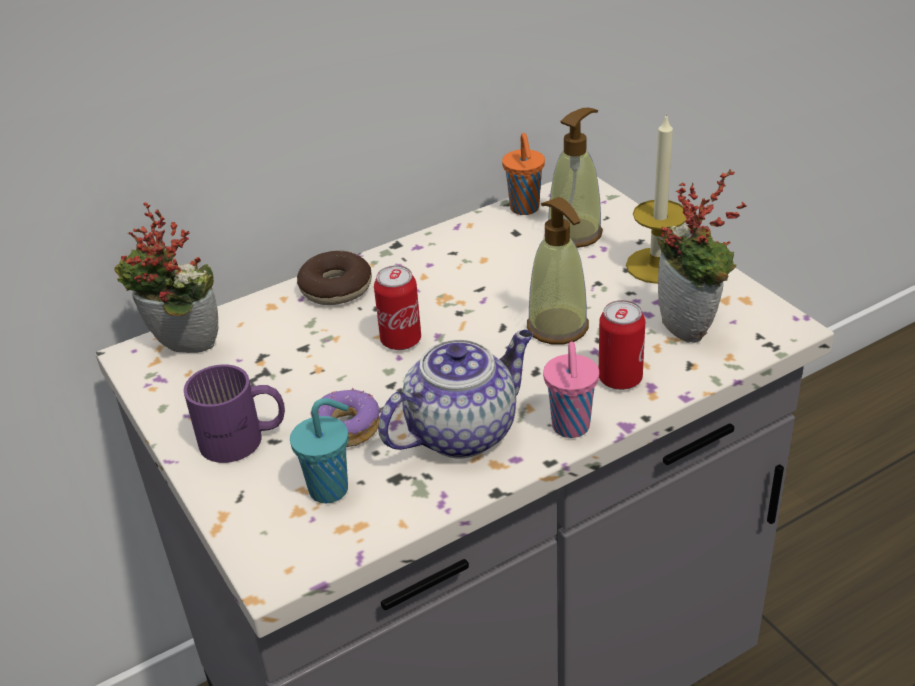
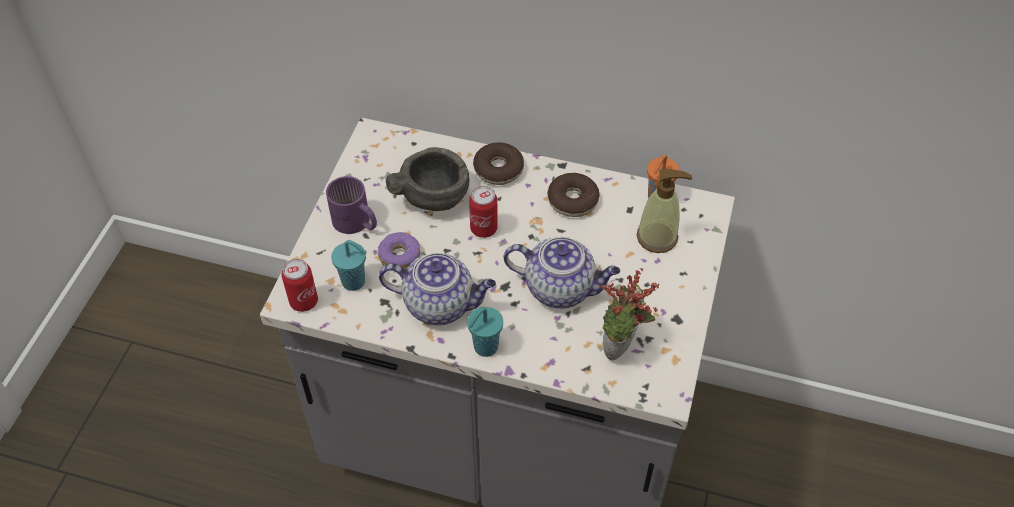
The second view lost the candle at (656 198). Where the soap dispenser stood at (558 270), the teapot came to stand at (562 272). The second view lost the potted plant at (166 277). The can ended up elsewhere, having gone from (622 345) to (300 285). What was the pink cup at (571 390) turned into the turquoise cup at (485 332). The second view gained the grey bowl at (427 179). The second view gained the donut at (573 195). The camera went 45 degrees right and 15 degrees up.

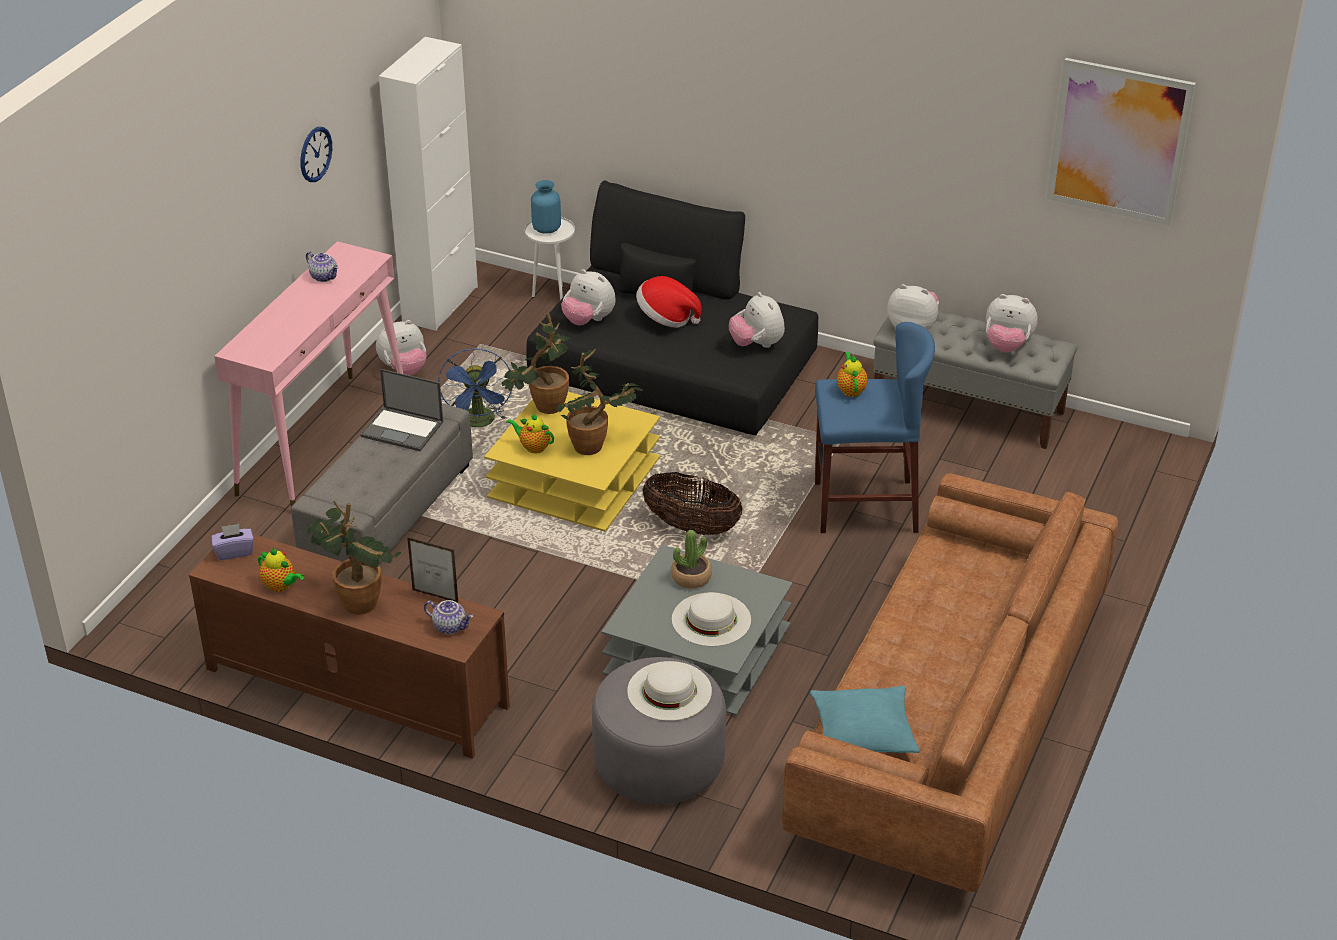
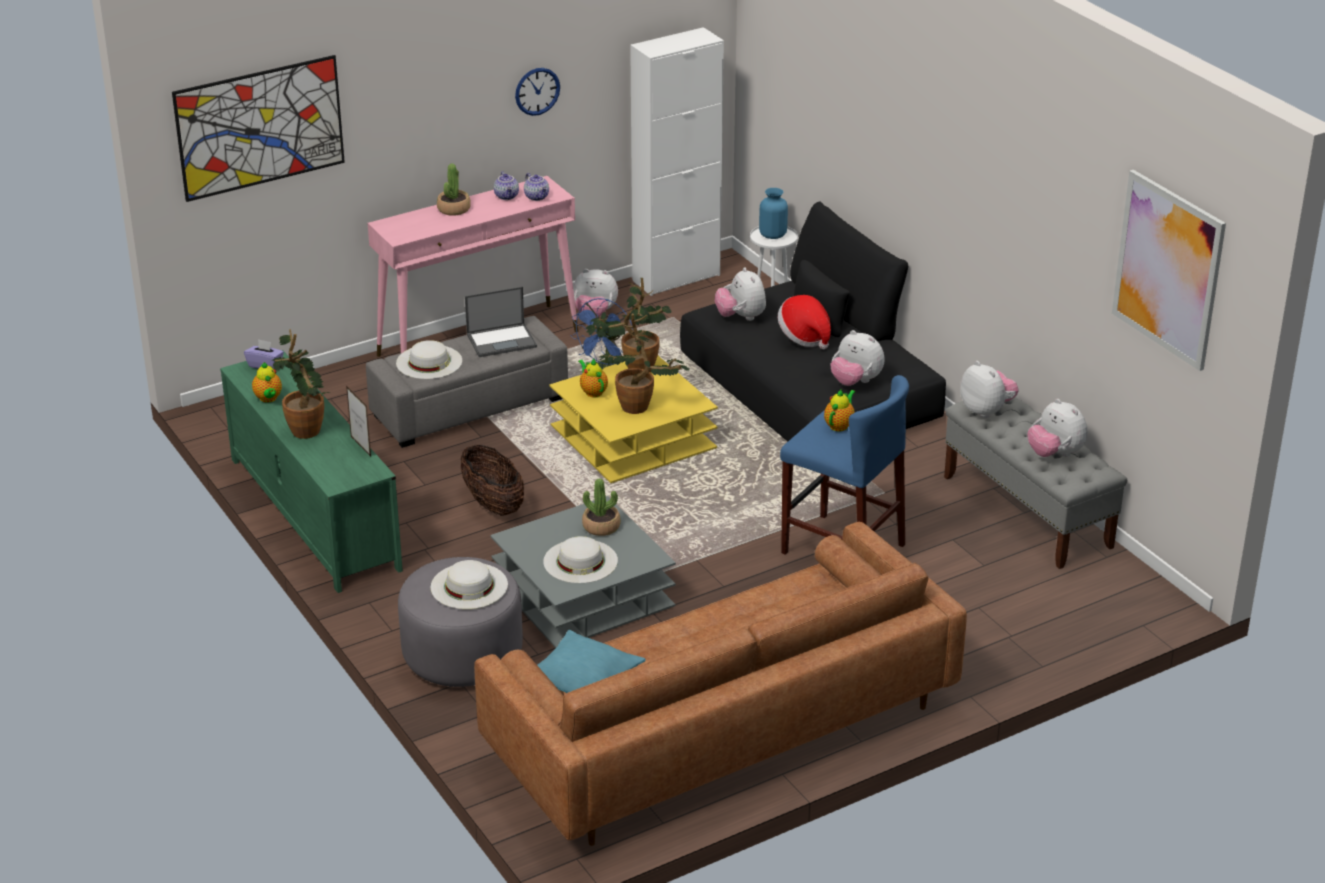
The plush toy at (757 320) ended up facing another way, 60 degrees counterclockwise from before. The laptop at (401 410) ended up facing another way, 75 degrees counterclockwise from before. The basket ended up elsewhere, having gone from (692 503) to (492 480). What was the brown tv stand at (349 646) turned into the green tv stand at (311 471). The teapot ended up elsewhere, having gone from (448 617) to (536 187). The second view gained the picture at (258 128). The second view gained the potted plant at (454 189). The second view gained the white hat at (429 359). The camera went 35 degrees right and 5 degrees down.

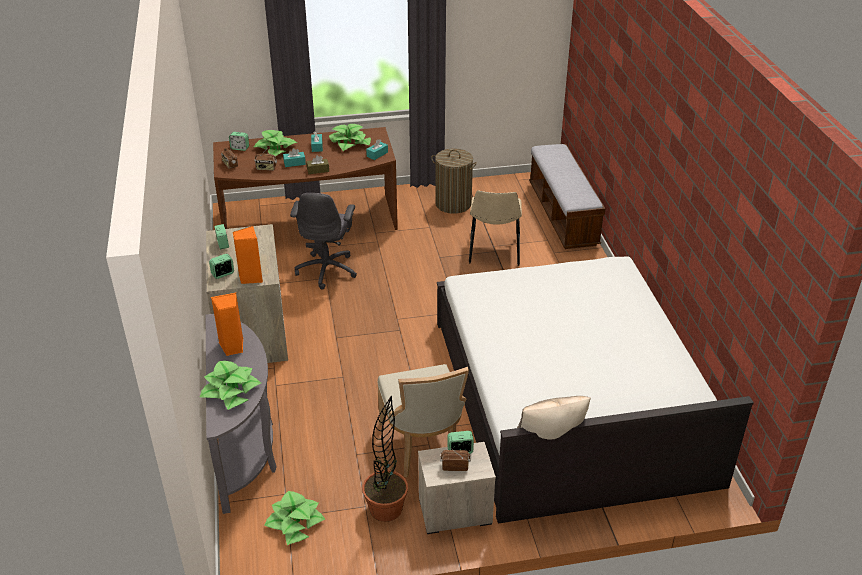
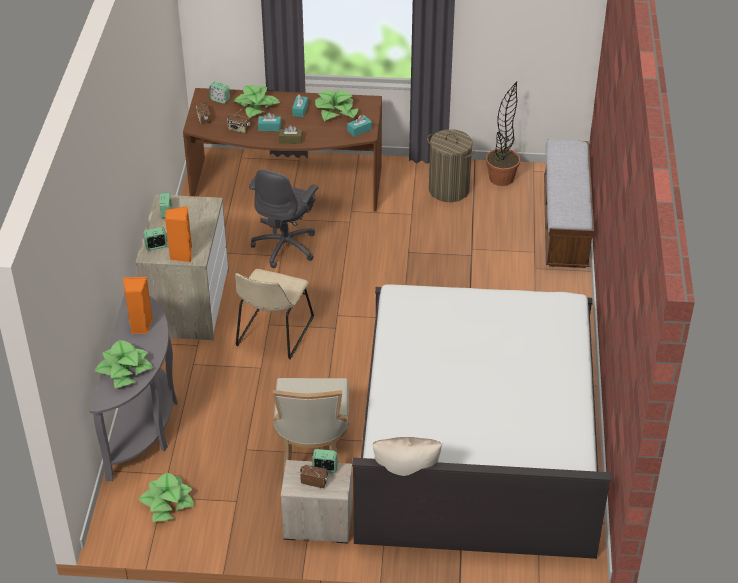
The beige chair ended up elsewhere, having gone from (495 228) to (274 314). The potted plant ended up elsewhere, having gone from (385 459) to (503 134). The camera went 15 degrees right and 5 degrees up.

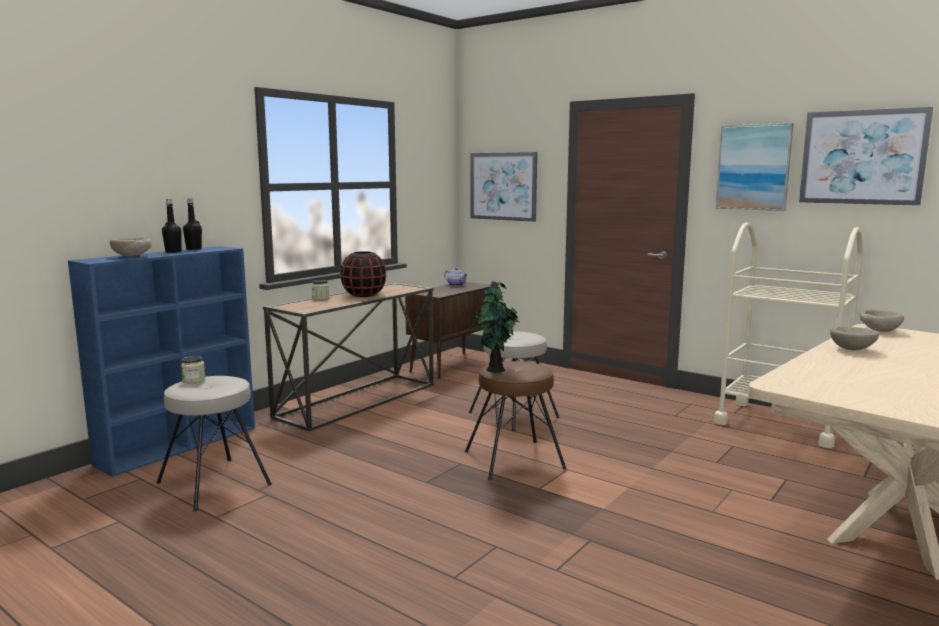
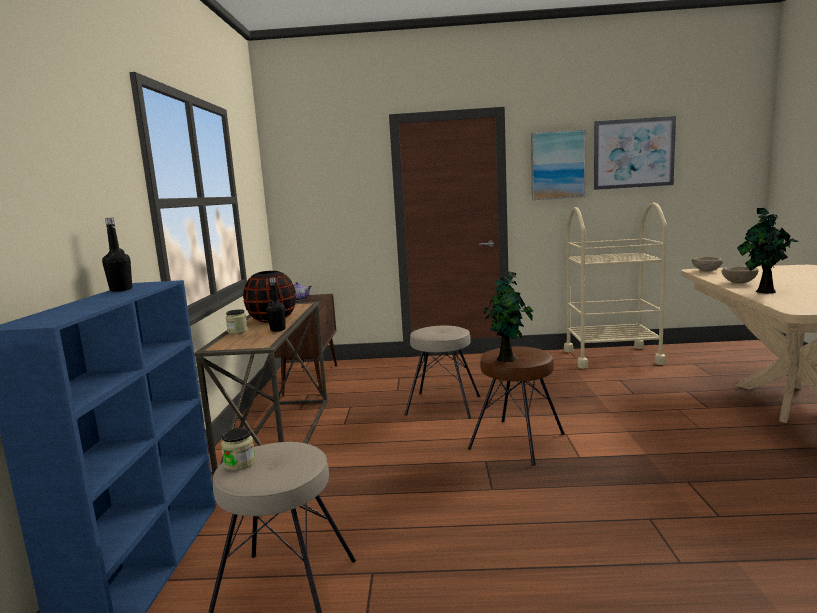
The second view lost the picture at (504 187). The black bottle ended up elsewhere, having gone from (172 226) to (276 304). The second view lost the beige bowl at (130 247). The second view gained the potted plant at (768 251). The camera went 35 degrees left and 0 degrees up.

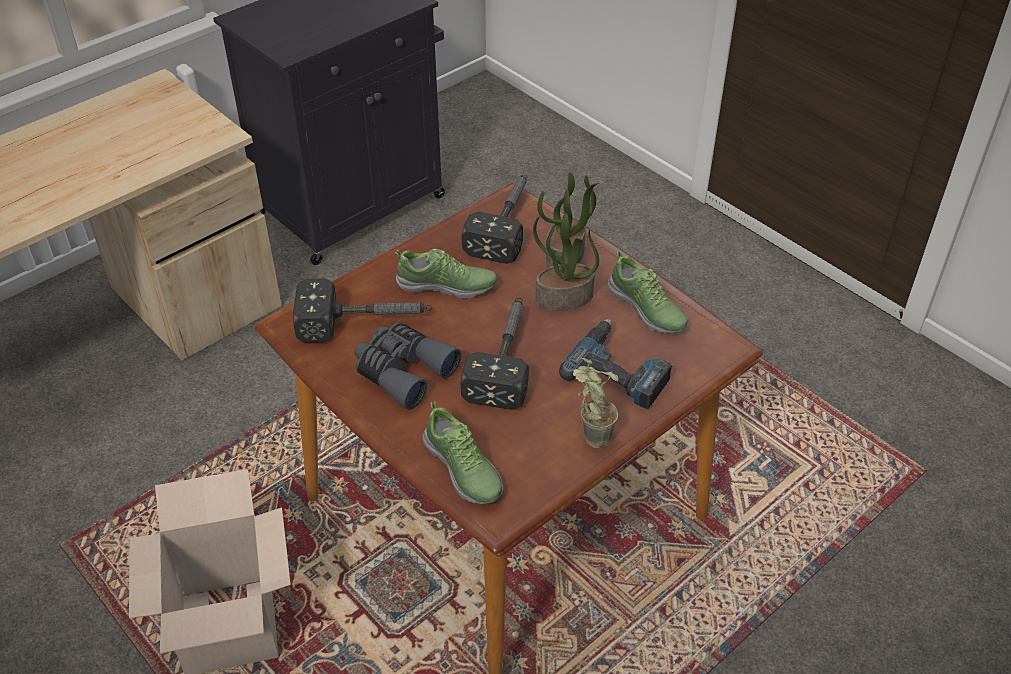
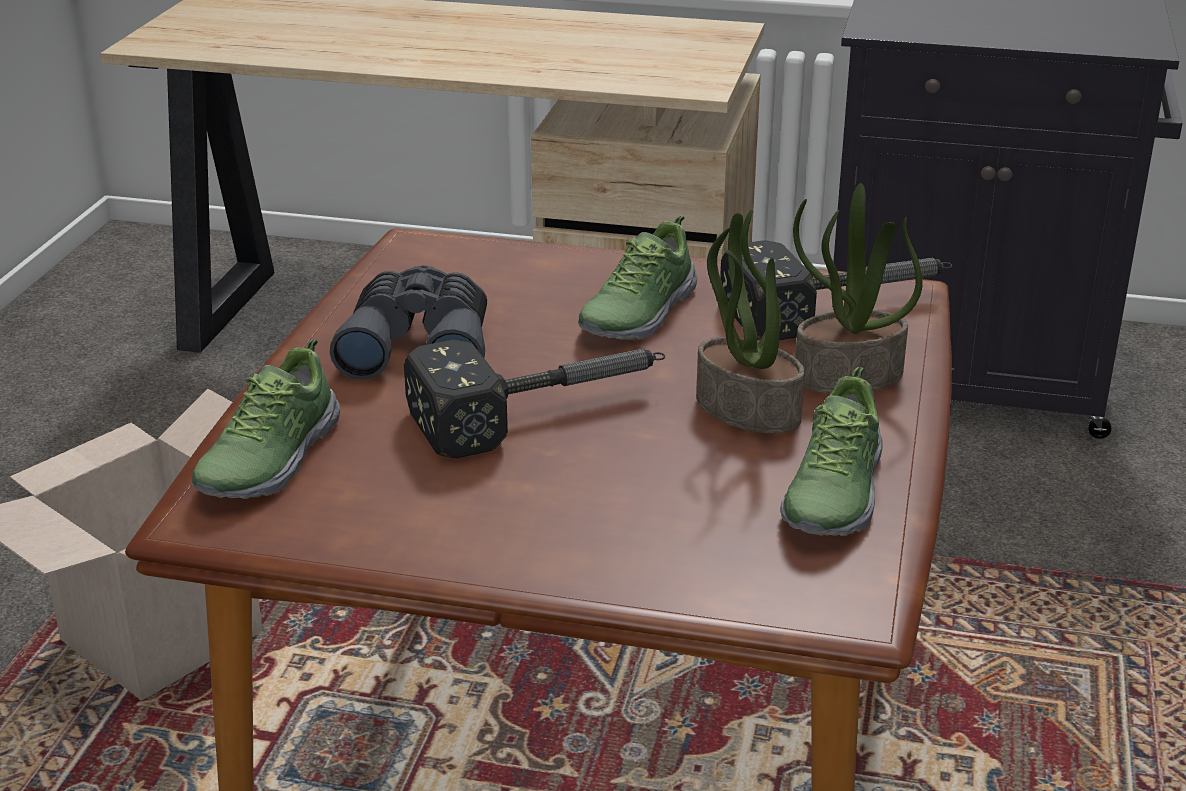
The shoe at (445 273) ended up facing another way, 60 degrees clockwise from before. The second view lost the hammer at (362 310). The second view lost the power drill at (616 364). The second view lost the potted plant at (596 402). The camera went 55 degrees right and 15 degrees down.

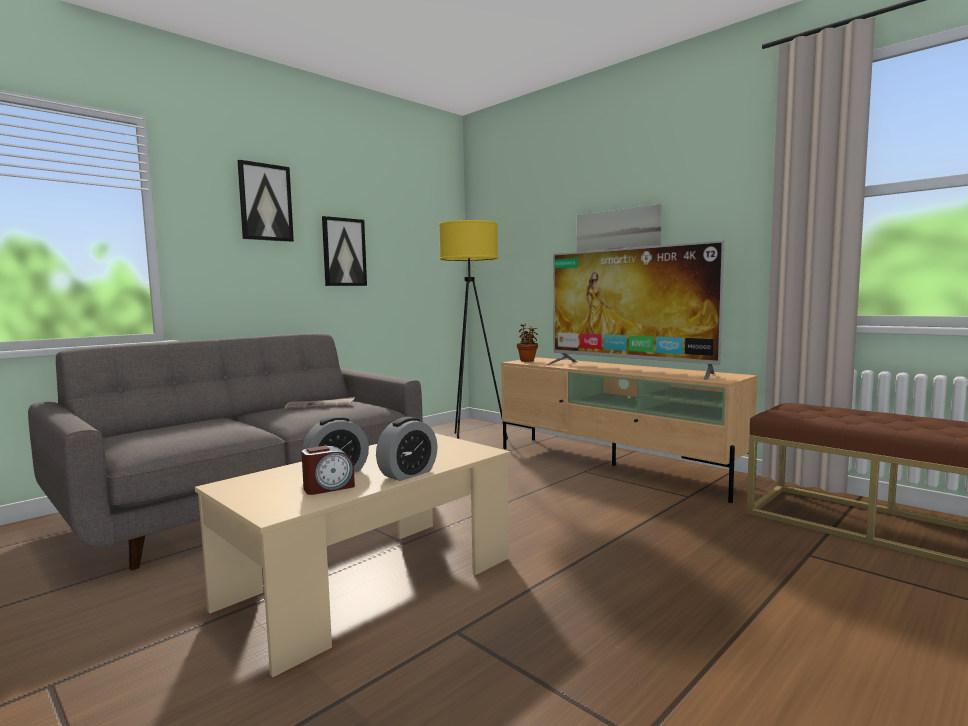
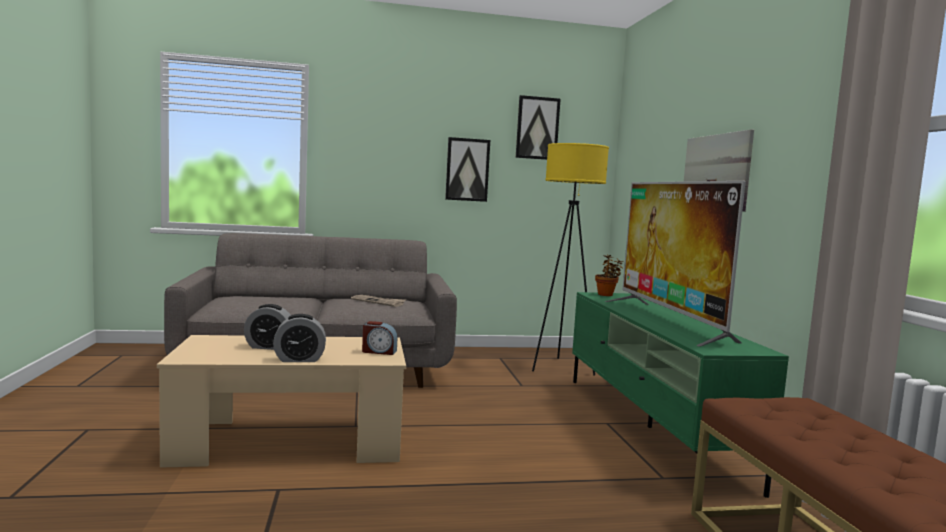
The picture ended up elsewhere, having gone from (265 201) to (538 127). What was the beige tv stand at (629 430) turned into the green tv stand at (680 395). The alarm clock ended up elsewhere, having gone from (328 470) to (380 338). The camera went 35 degrees right and 0 degrees up.

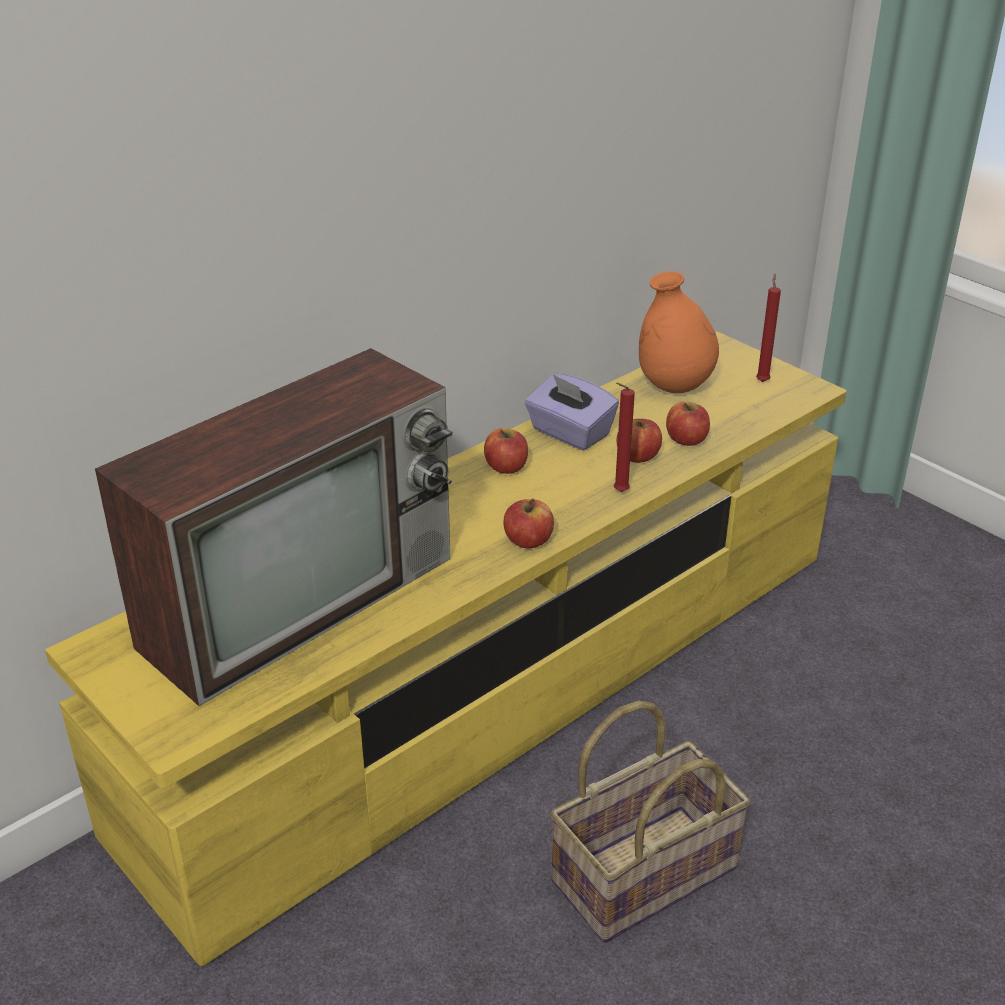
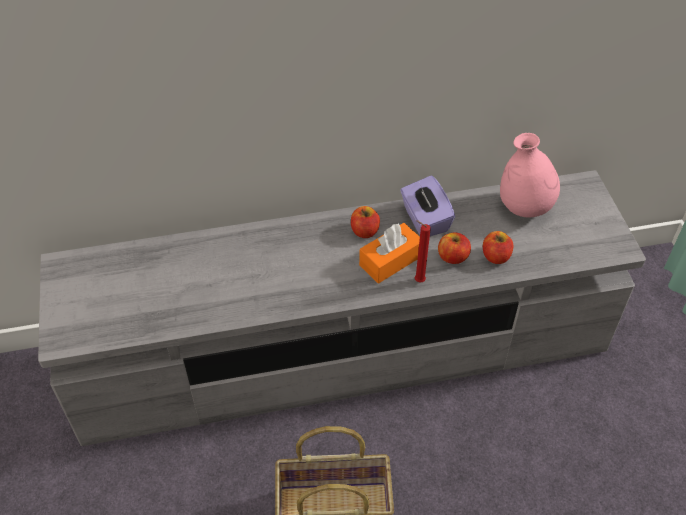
What was the orange vase at (679 332) turned into the pink vase at (530 175). The second view lost the red candle at (768 328). What was the yellow tv stand at (445 648) turned into the grey tv stand at (342 308). The second view lost the television at (274 527). The second view lost the apple at (528 523). The second view gained the orange tissue box at (389 253). The camera went 30 degrees right and 15 degrees up.

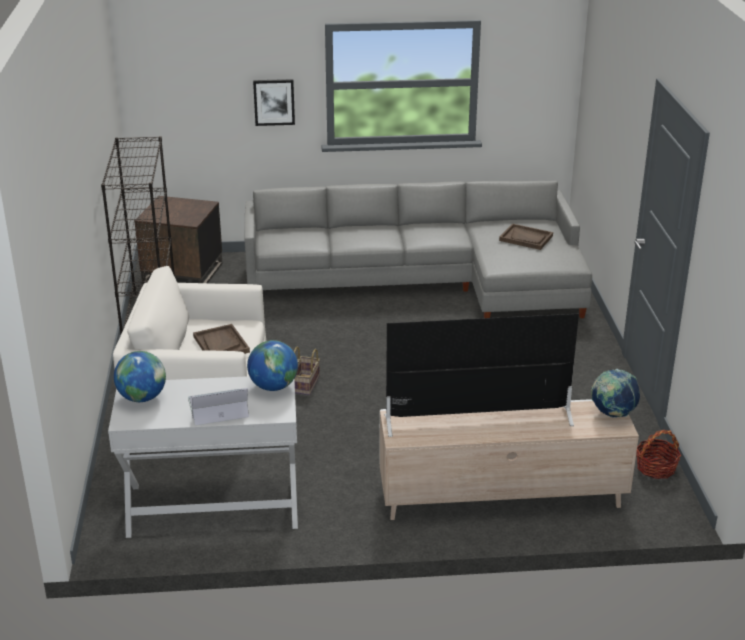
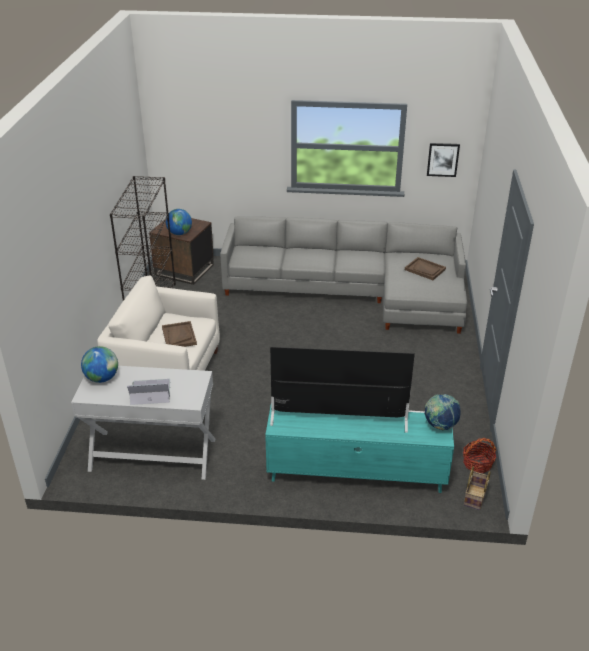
The picture ended up elsewhere, having gone from (274 102) to (443 160). The globe ended up elsewhere, having gone from (272 365) to (179 222). The basket ended up elsewhere, having gone from (307 371) to (477 488). What was the beige tv stand at (509 459) turned into the turquoise tv stand at (359 449). The camera went 10 degrees right and 5 degrees up.

